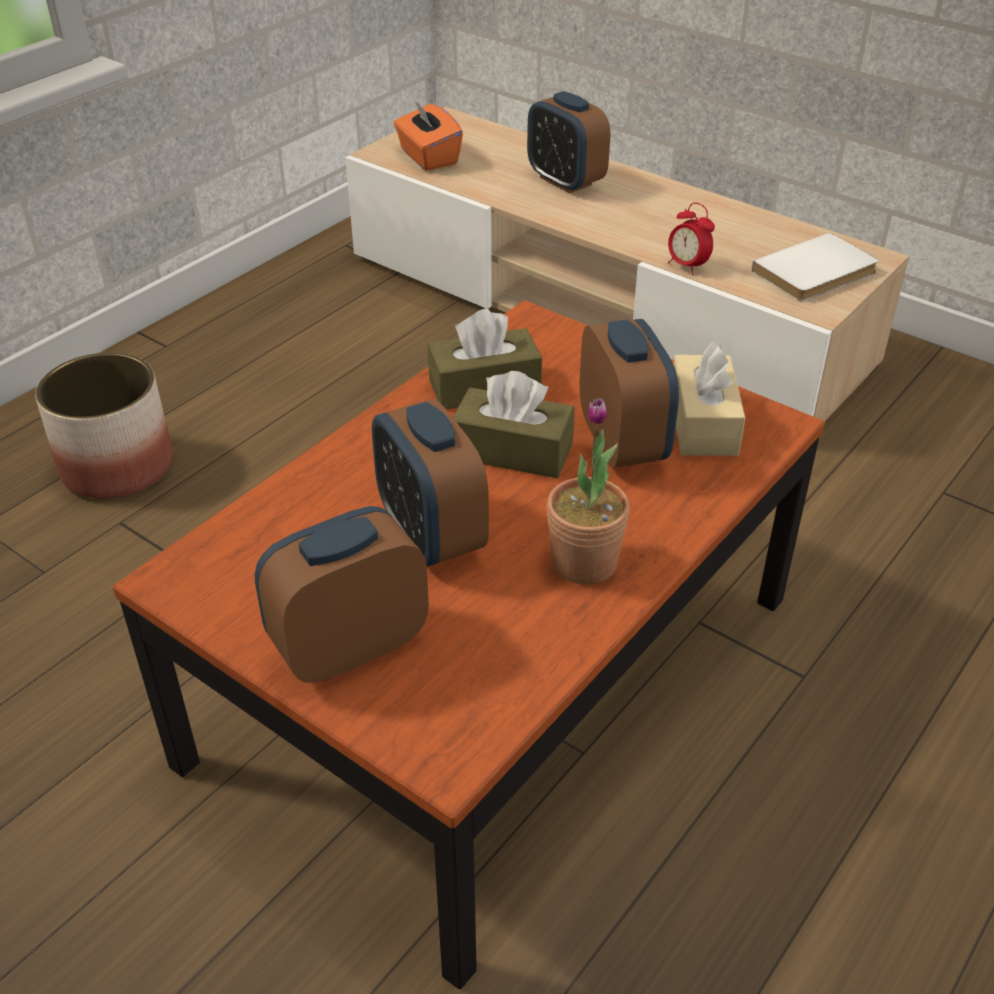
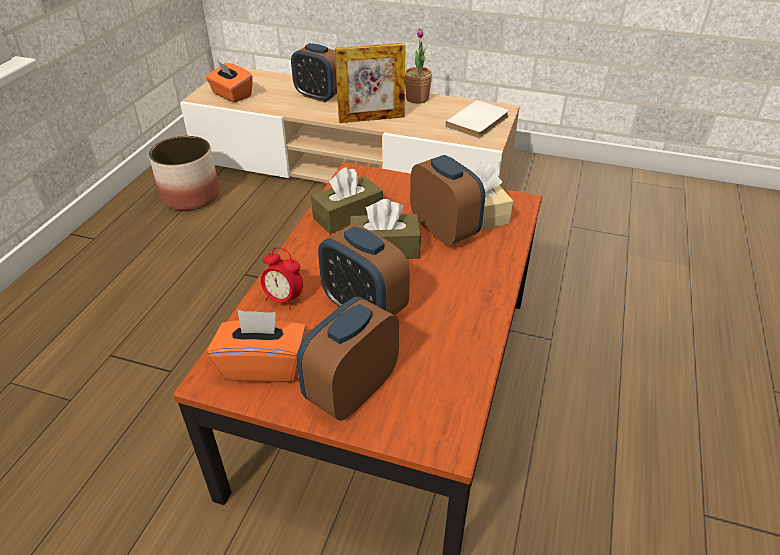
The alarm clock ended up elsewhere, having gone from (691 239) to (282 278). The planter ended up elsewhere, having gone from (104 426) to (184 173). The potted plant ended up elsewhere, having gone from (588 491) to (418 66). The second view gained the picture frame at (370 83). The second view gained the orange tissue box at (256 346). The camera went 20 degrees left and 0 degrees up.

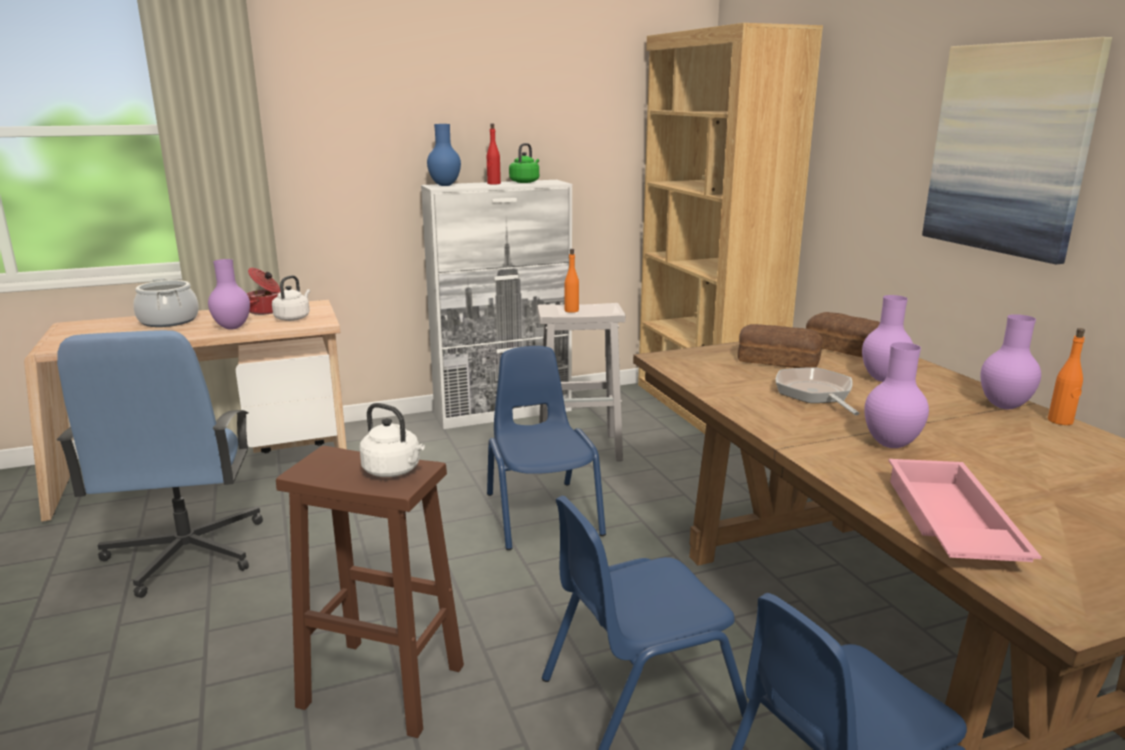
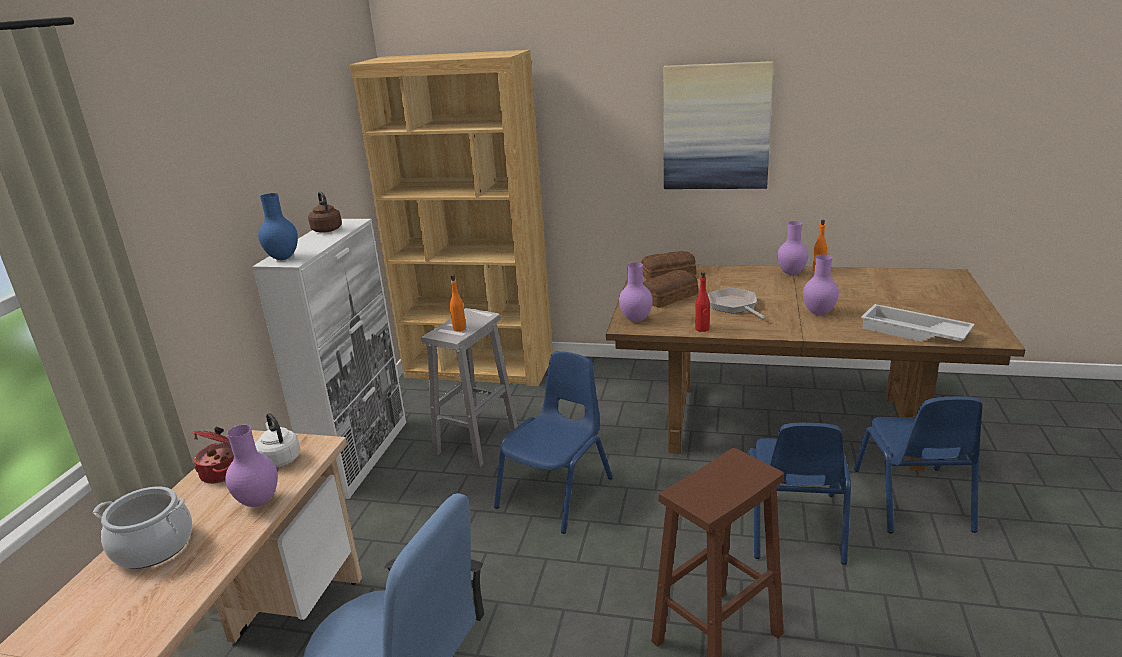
The red bottle ended up elsewhere, having gone from (494 153) to (702 302). What was the green kettle at (524 163) turned into the brown kettle at (325 212). The purple vase ended up elsewhere, having gone from (887 338) to (636 292). The blue chair at (546 448) ended up facing another way, 105 degrees clockwise from before. The frying pan at (817 391) ended up facing another way, 45 degrees clockwise from before. The second view lost the white kettle at (392 440). What was the pink tray at (965 510) turned into the white tray at (918 323). The camera went 55 degrees left and 5 degrees up.

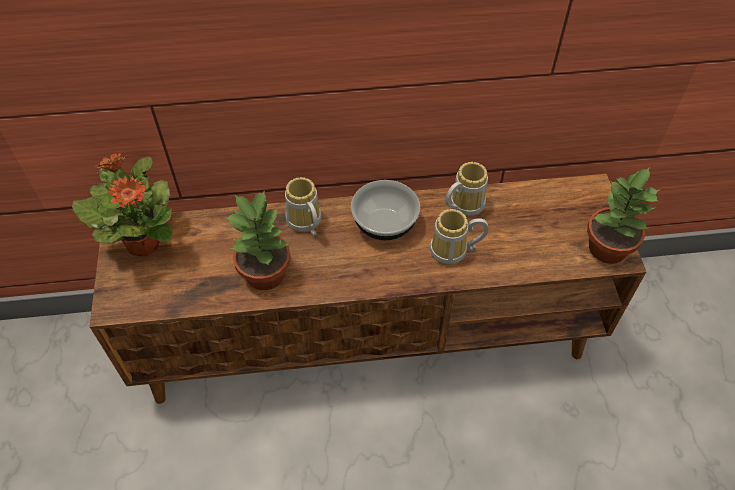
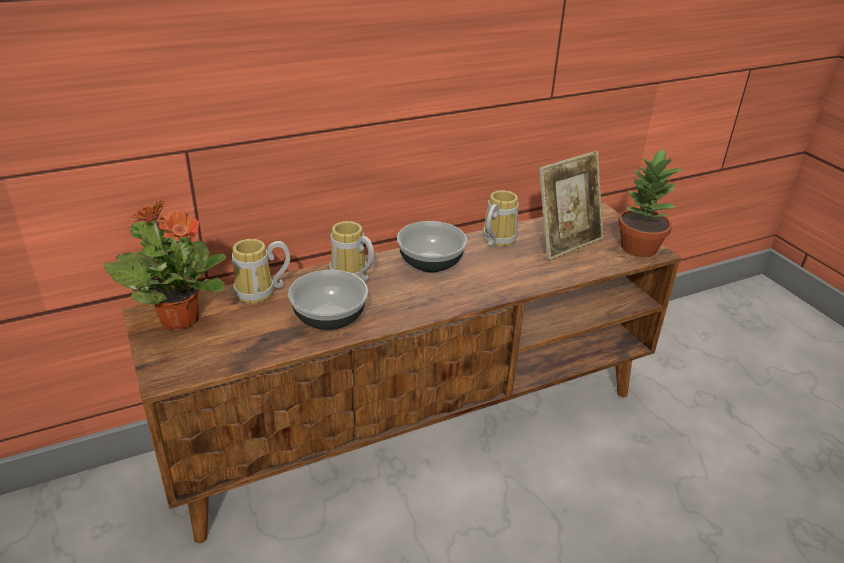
Where the potted plant stood at (258 240), the bowl came to stand at (328 300). The mug ended up elsewhere, having gone from (459 237) to (261 271). The second view gained the picture frame at (571 206). The camera went 20 degrees left and 20 degrees down.

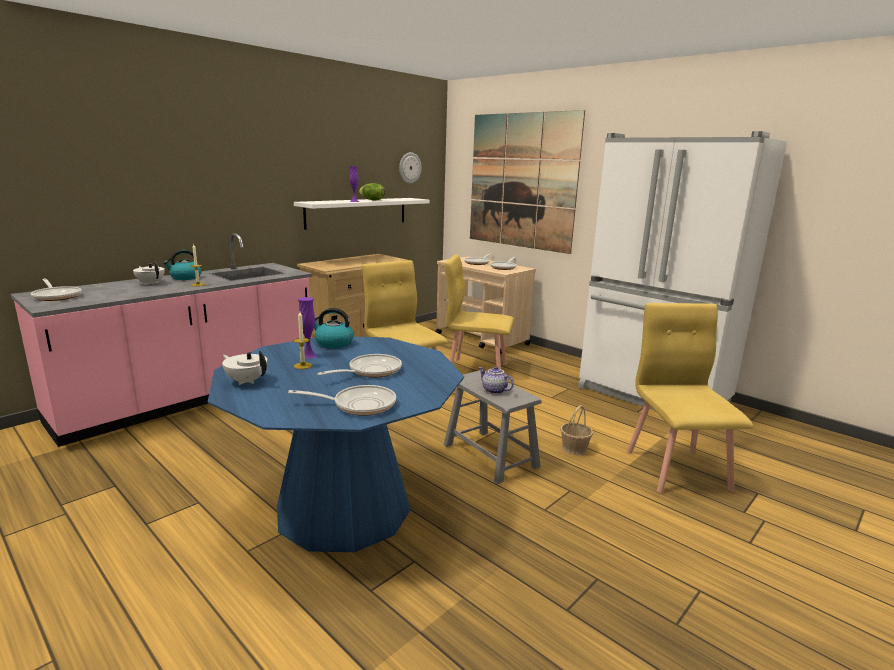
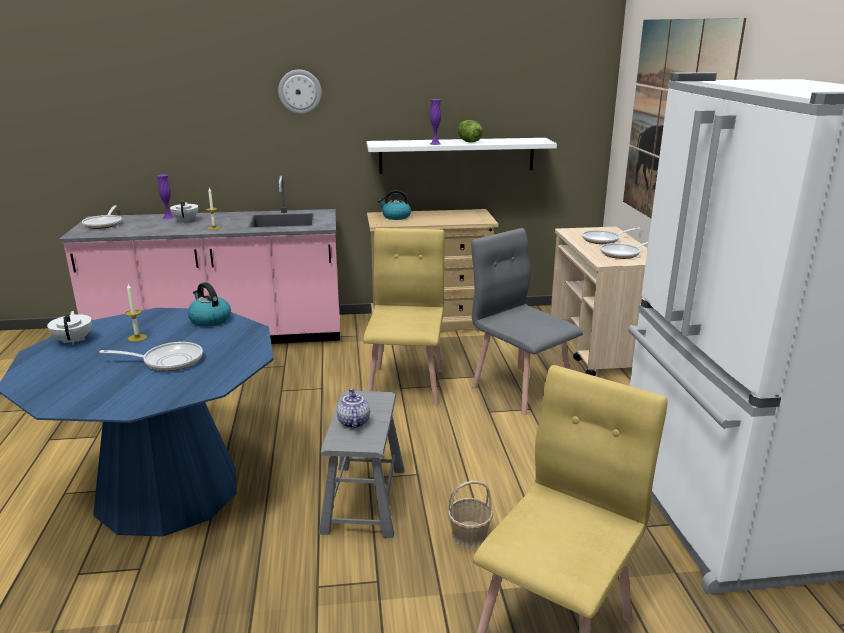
The wall clock ended up elsewhere, having gone from (410 168) to (300 91). The kettle ended up elsewhere, having gone from (182 265) to (394 205). What was the yellow chair at (479 311) turned into the grey chair at (527 321). The purple vase ended up elsewhere, having gone from (307 328) to (166 196). The second view lost the frying pan at (342 400). The camera went 40 degrees right and 5 degrees up.

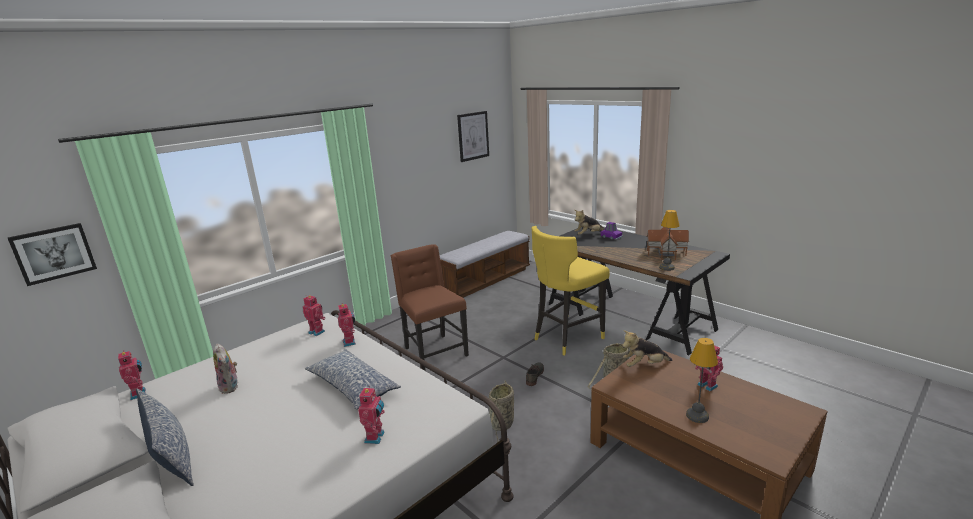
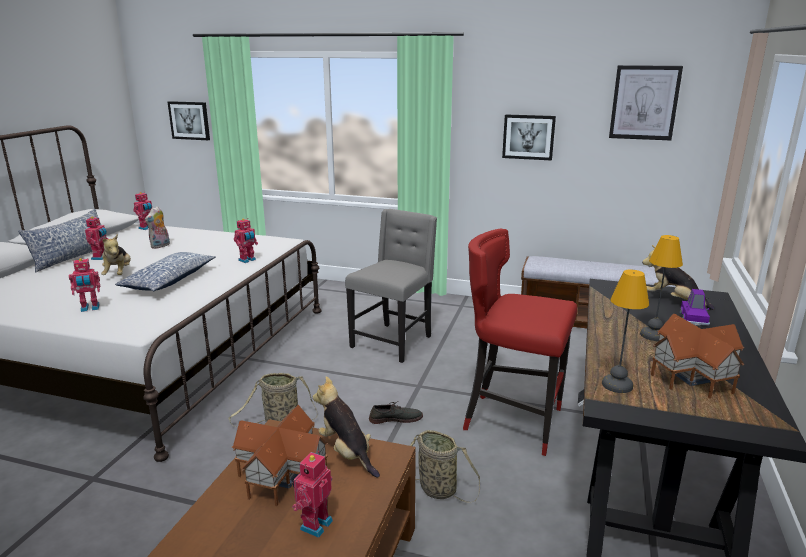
What was the yellow stool at (570 291) turned into the red stool at (520 342). What was the brown chair at (429 307) turned into the grey chair at (391 286). The toy robot ended up elsewhere, having gone from (314 315) to (96 238). The table lamp ended up elsewhere, having gone from (702 380) to (661 288). The second view gained the picture at (529 137). The second view gained the plush toy at (116 254). The second view gained the toy house at (280 455). The camera went 60 degrees right and 0 degrees up.

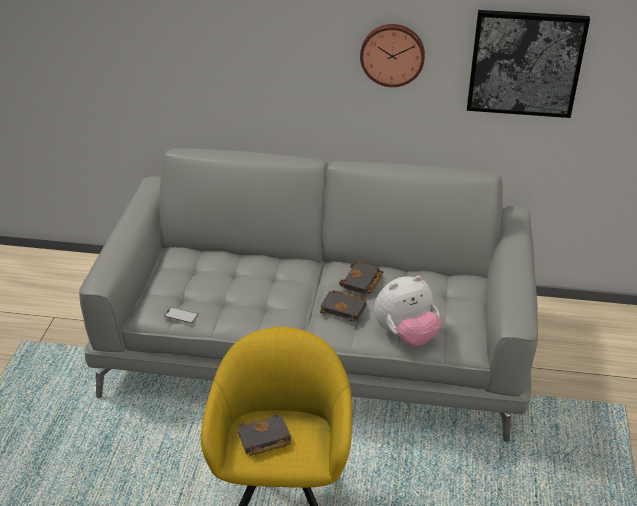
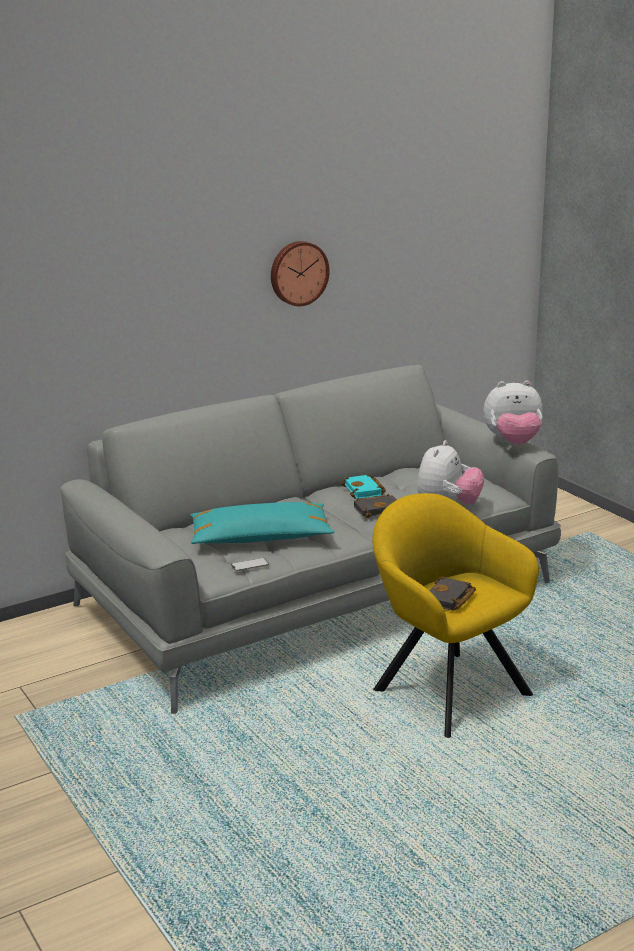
The second view lost the picture at (528 64). What was the black book at (361 278) turned into the turquoise book at (363 486). The second view gained the plush toy at (513 413). The second view gained the turquoise pillow at (263 523). The camera went 40 degrees left and 15 degrees down.

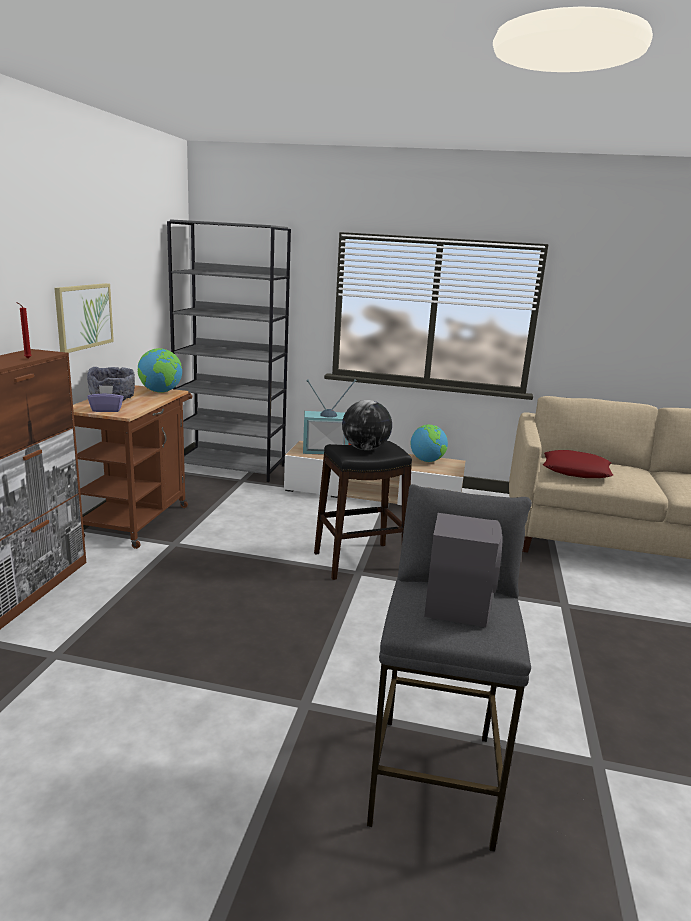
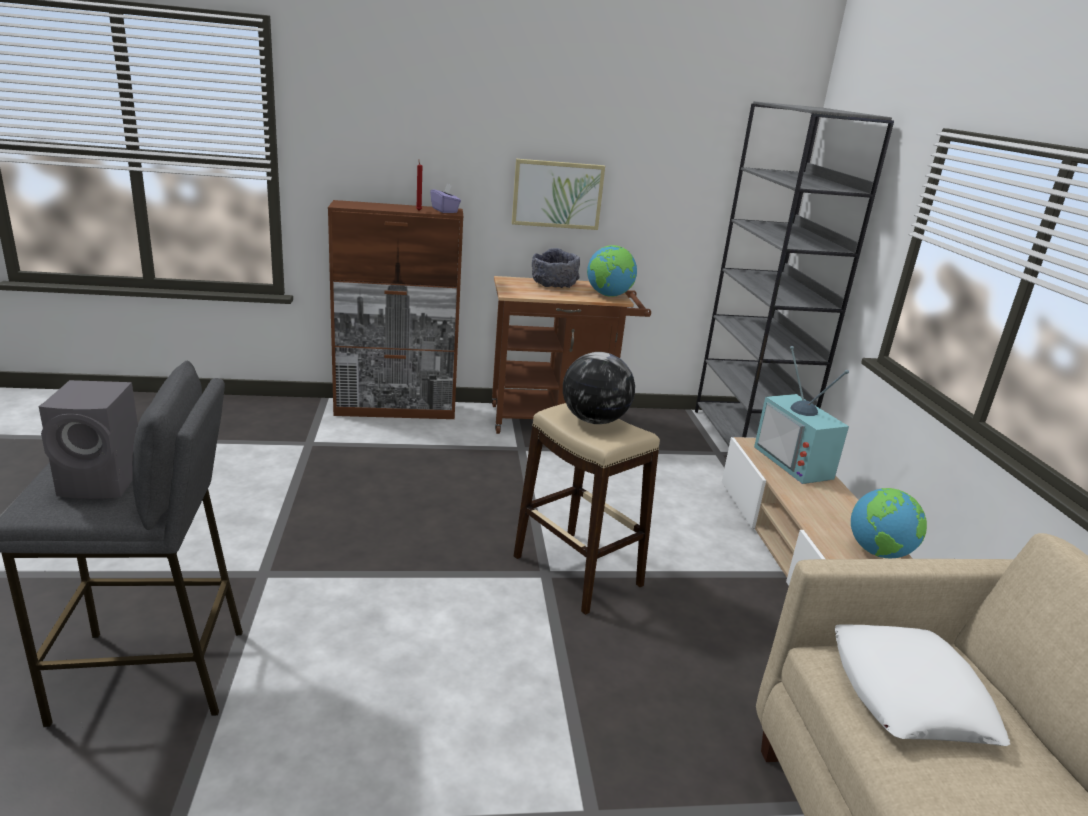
The purple tissue box ended up elsewhere, having gone from (105 398) to (445 198). What was the black stool at (363 510) turned into the beige stool at (587 509). What was the red pillow at (578 464) turned into the white pillow at (922 685). The camera went 70 degrees right and 5 degrees up.

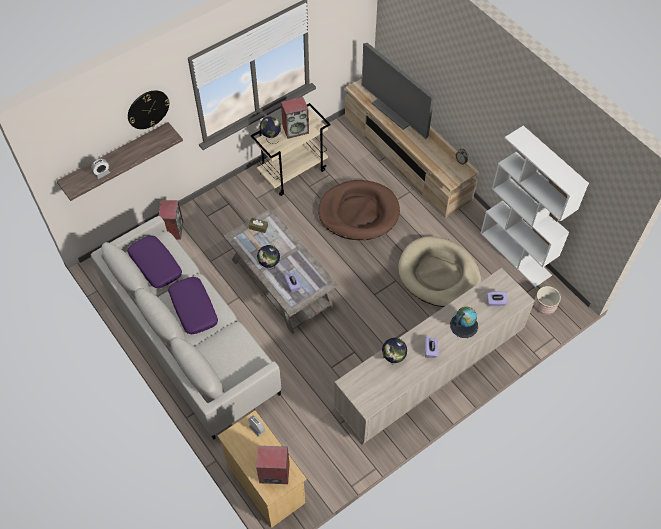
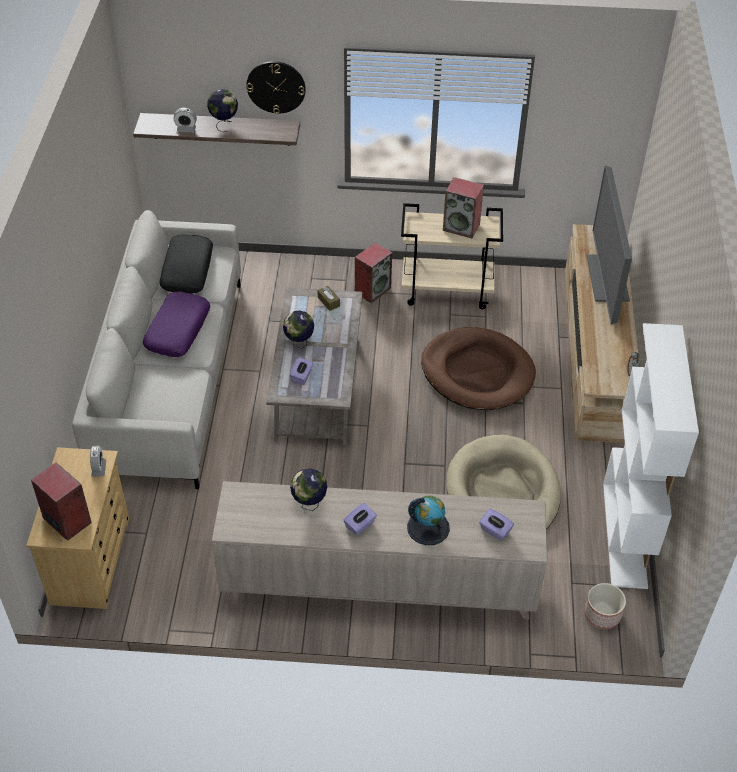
The globe ended up elsewhere, having gone from (270 130) to (222 110). The speaker ended up elsewhere, having gone from (171 220) to (373 273). What was the purple pillow at (154 262) turned into the black pillow at (186 264). The camera went 40 degrees right and 10 degrees down.

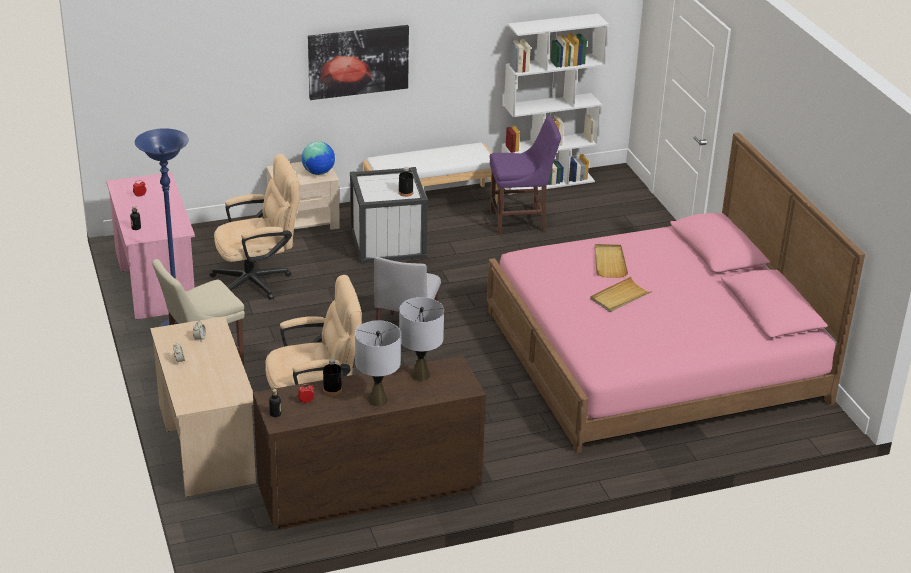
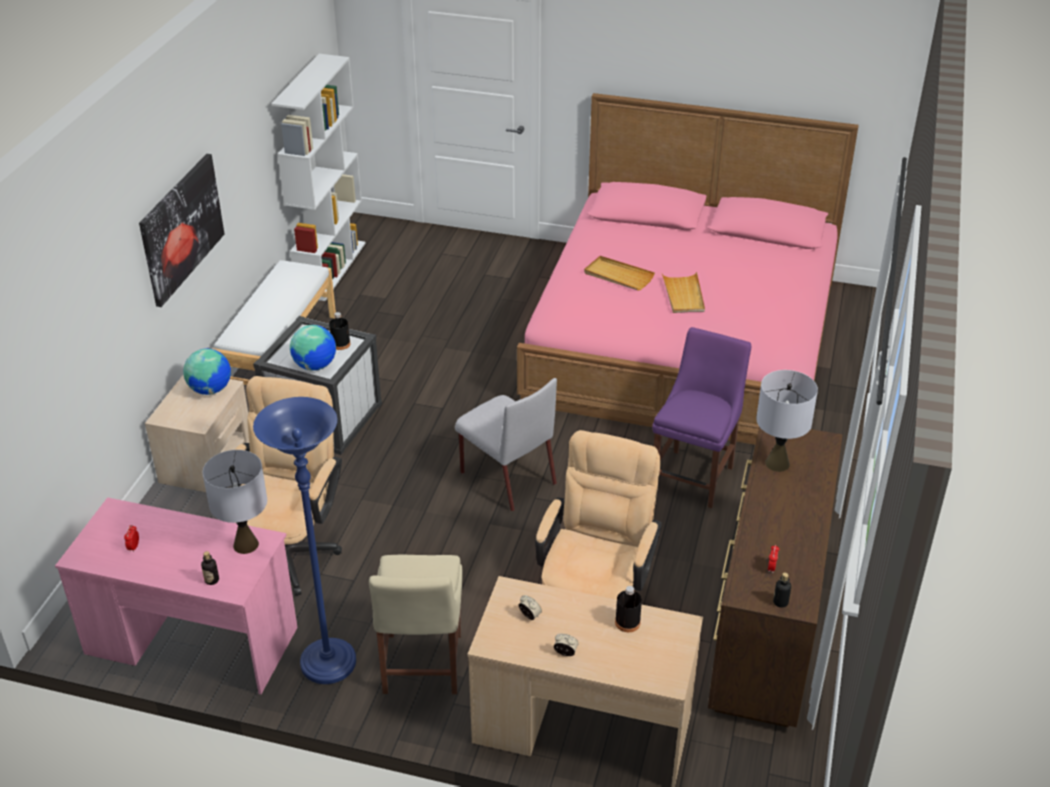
The purple chair ended up elsewhere, having gone from (525 175) to (701 417). The grey table lamp ended up elsewhere, having gone from (378 363) to (235 502). The black bottle ended up elsewhere, having gone from (332 376) to (628 609). The second view gained the globe at (313 348). The camera went 55 degrees left and 5 degrees up.

